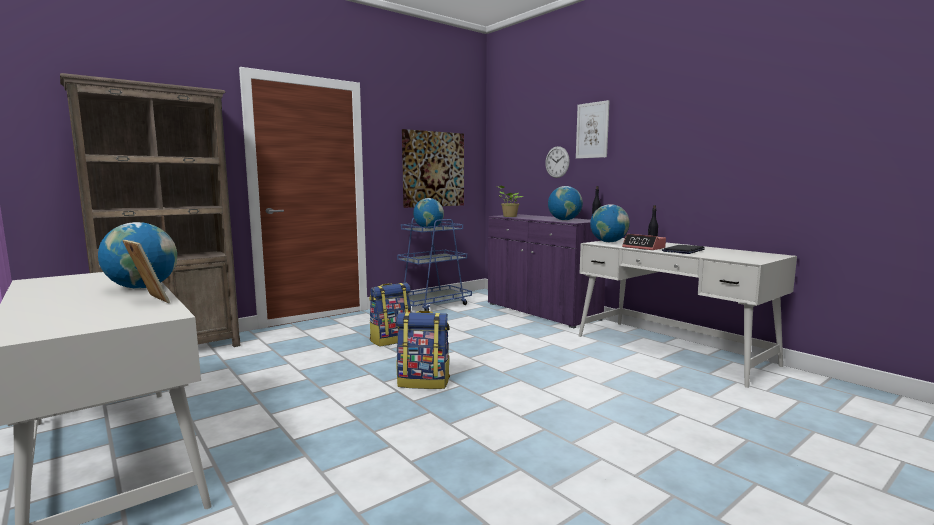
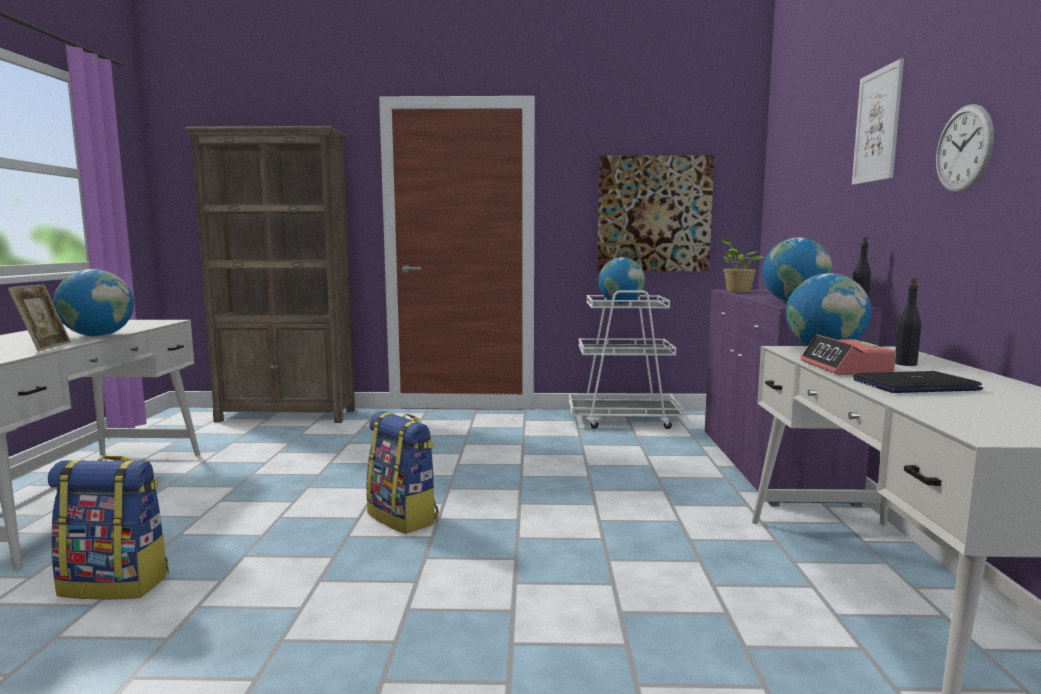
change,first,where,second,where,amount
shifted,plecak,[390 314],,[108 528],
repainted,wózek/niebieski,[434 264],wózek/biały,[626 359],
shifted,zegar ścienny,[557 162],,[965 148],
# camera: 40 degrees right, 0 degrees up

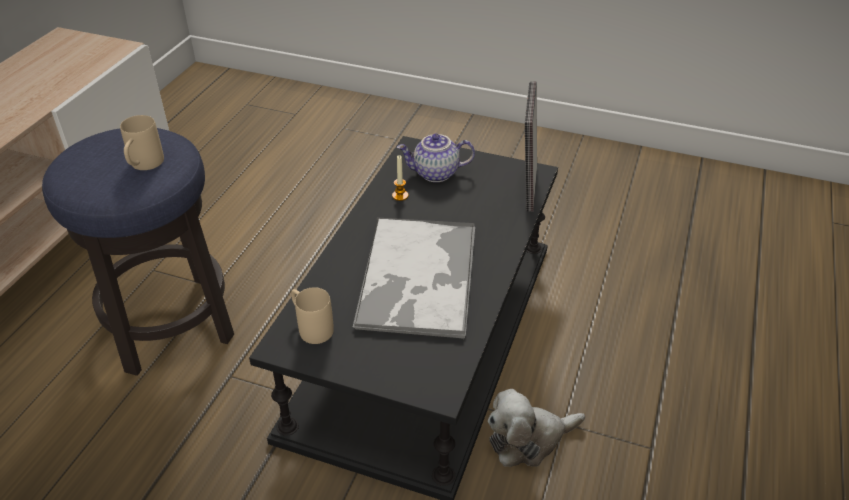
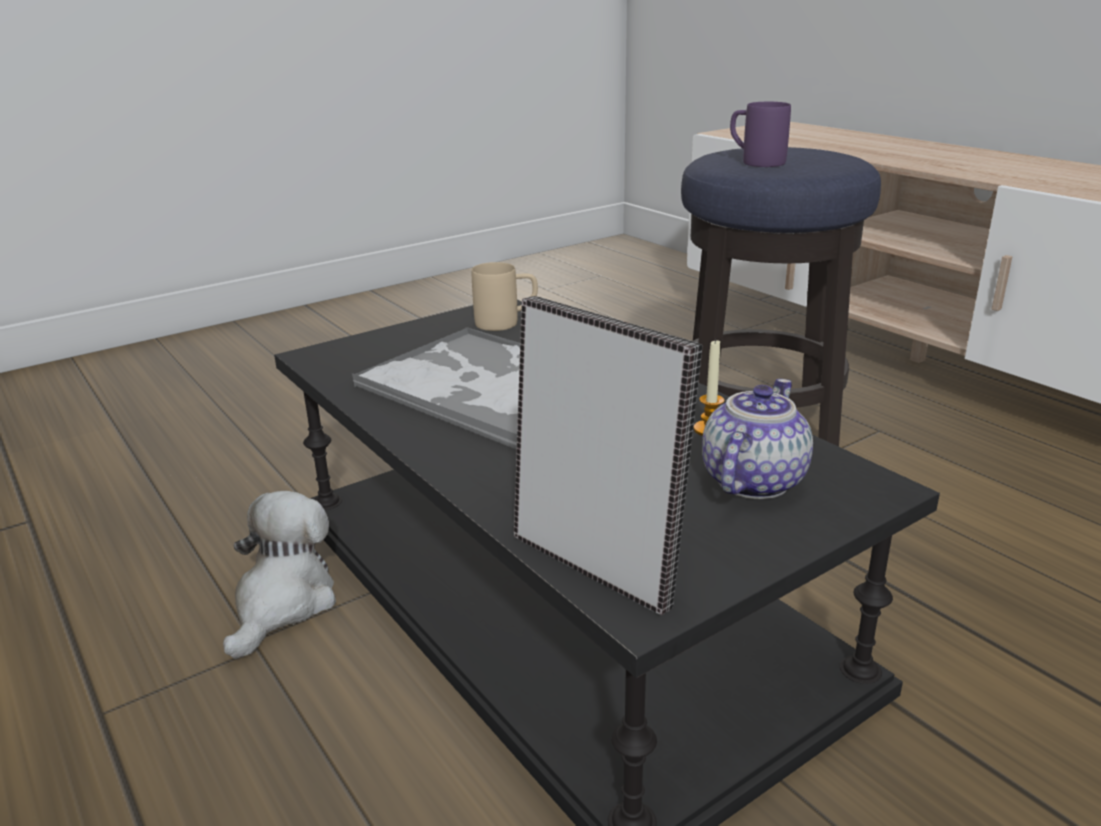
change,first,where,second,where,amount
repainted,kubek/beżowy,[142 142],kubek/fioletowy,[760 134],
# camera: 125 degrees right, 15 degrees down

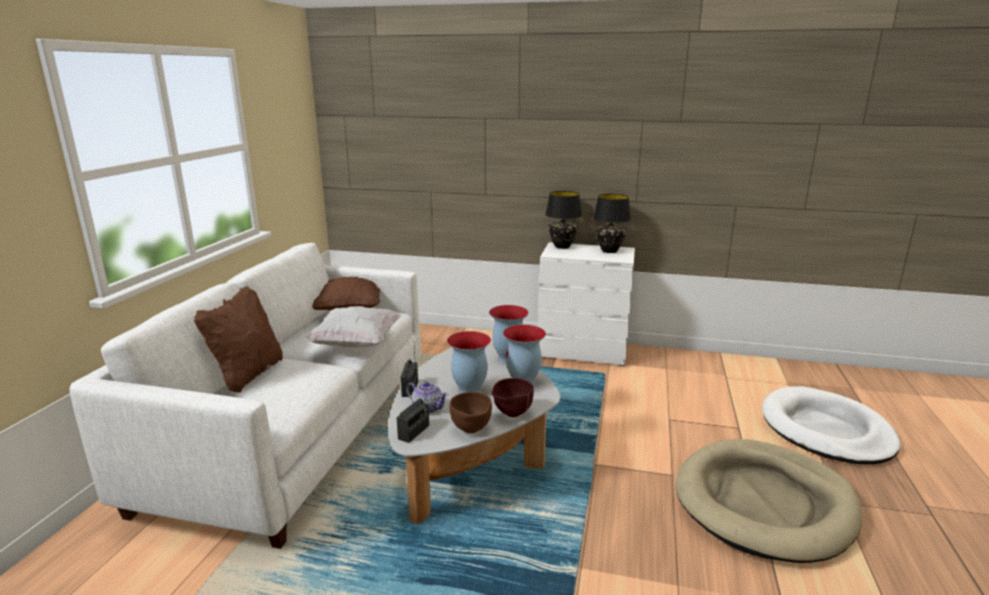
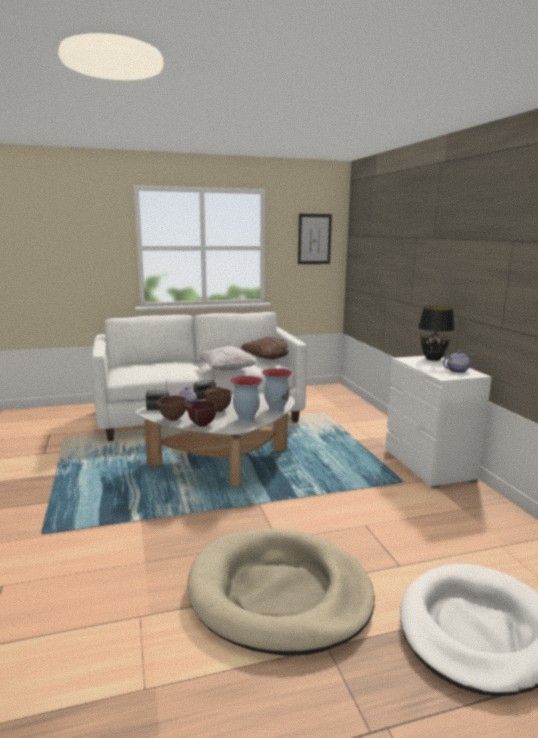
change,first,where,second,where,amount
gone,poduszka/brązowy,[238 340],,,
swapped,wazon,[469 362],miska/brązowy,[218 399],
swapped,lampa stołowa/czarny,[612 223],imbryk,[458 362],
new,,,obraz,[315 239],
# camera: 60 degrees right, 5 degrees down

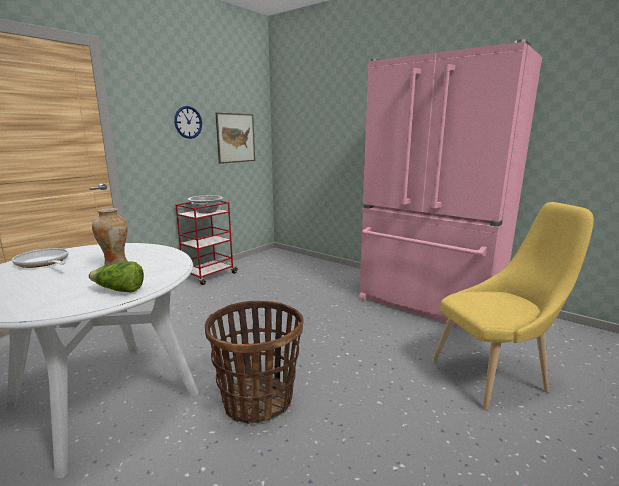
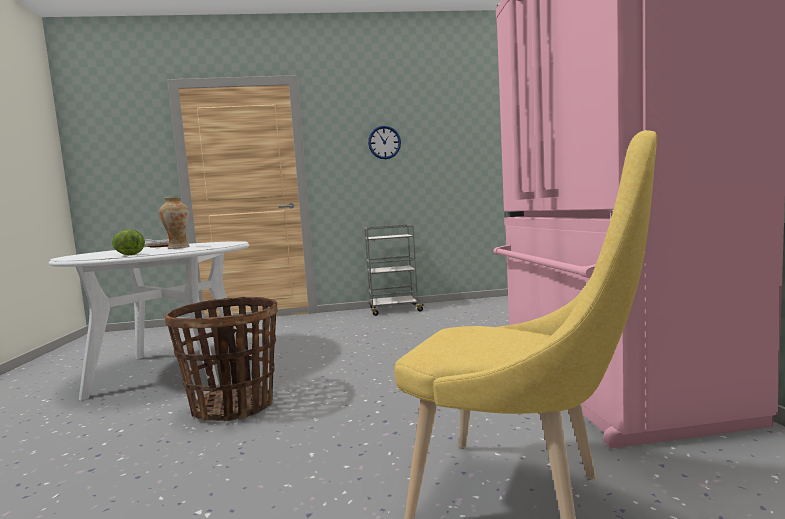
change,first,where,second,where,amount
repainted,wózek/czerwony,[207 243],wózek/szary,[395 270],
gone,garnek,[205 204],,,
gone,obraz,[235 138],,,
# camera: 45 degrees right, 10 degrees down

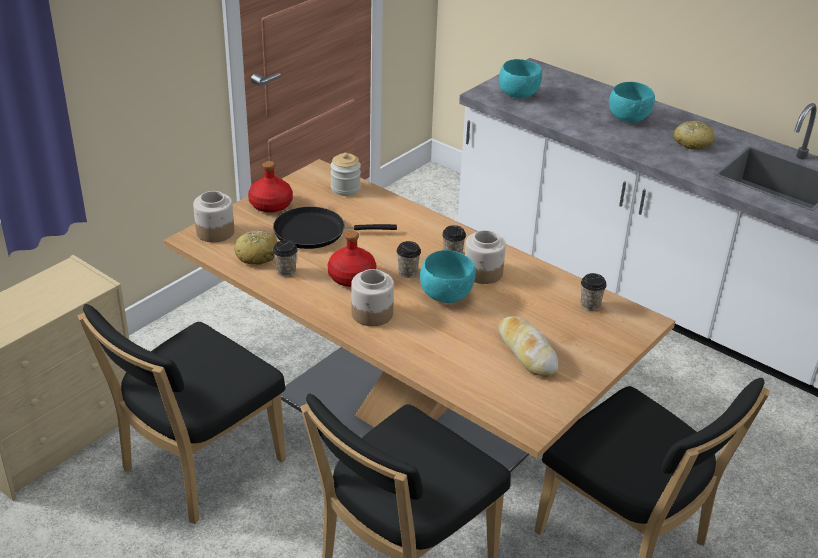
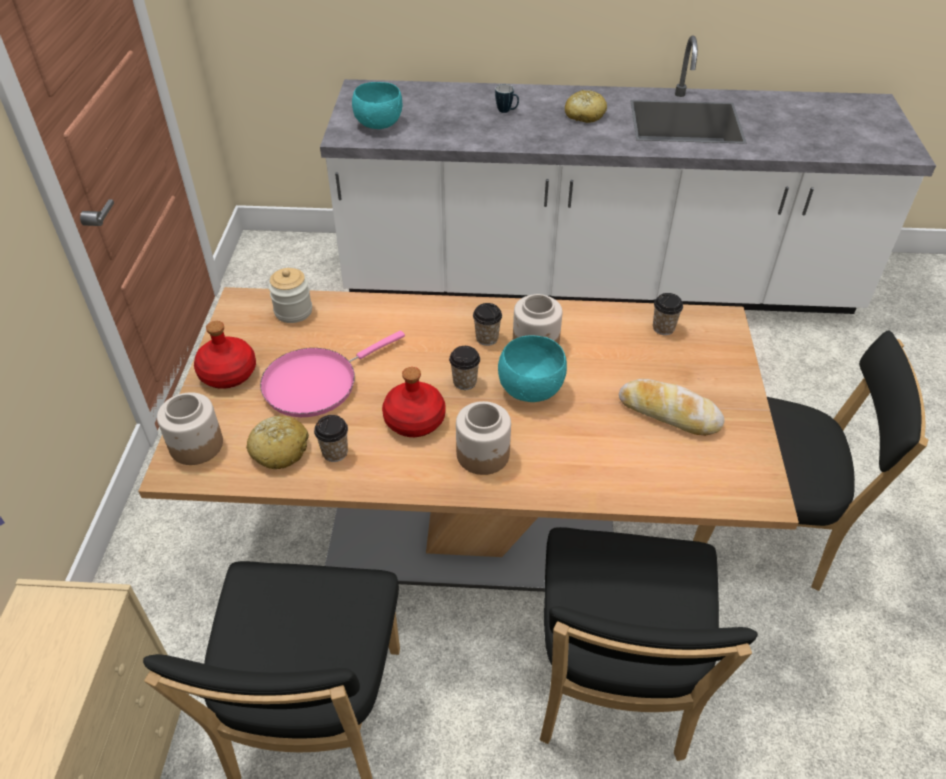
change,first,where,second,where,amount
repainted,patelnia/czarny,[335 228],patelnia/różowy,[332 374],
swapped,miska/turkusowy,[632 102],kubek,[507 98],
# camera: 35 degrees left, 10 degrees up

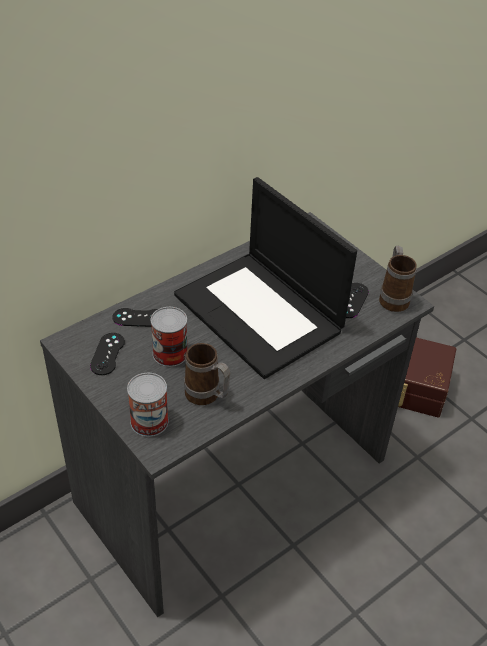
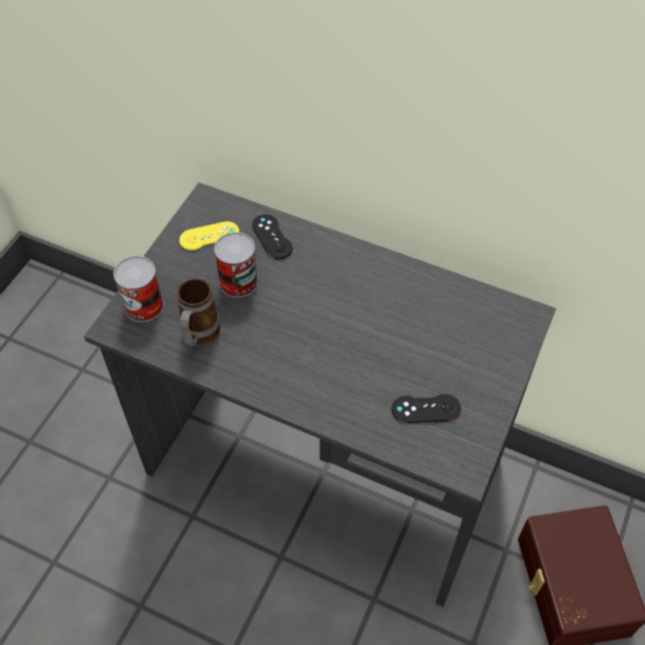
change,first,where,second,where,amount
repainted,pad do gier/czarny,[107 354],pad do gier/żółty,[209 235],
gone,laptop,[265 278],,,
gone,kubek,[398 278],,,
# camera: 65 degrees right, 10 degrees up

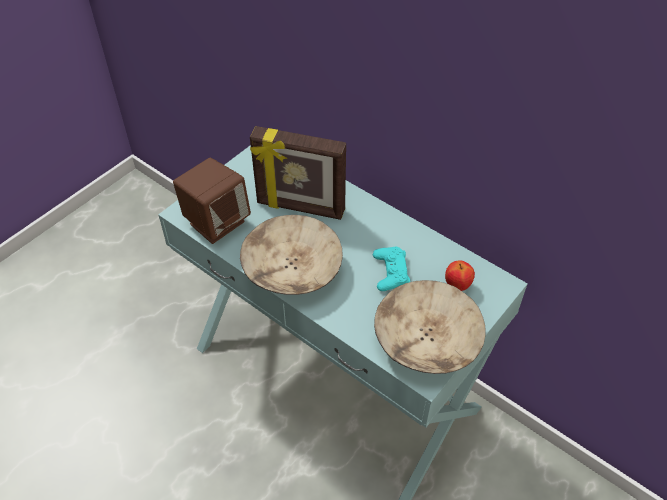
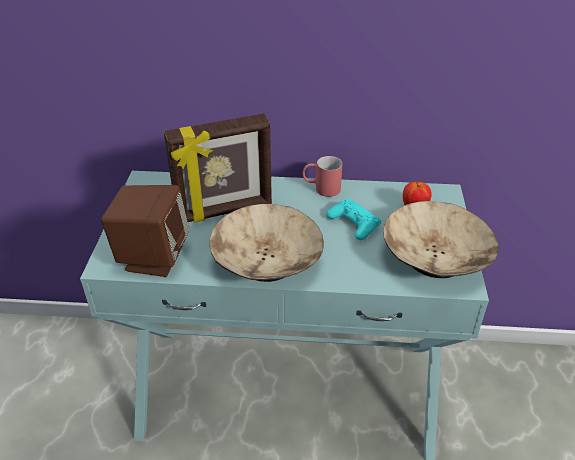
change,first,where,second,where,amount
new,,,kubek/czerwony,[323 176],
# camera: 35 degrees left, 10 degrees down

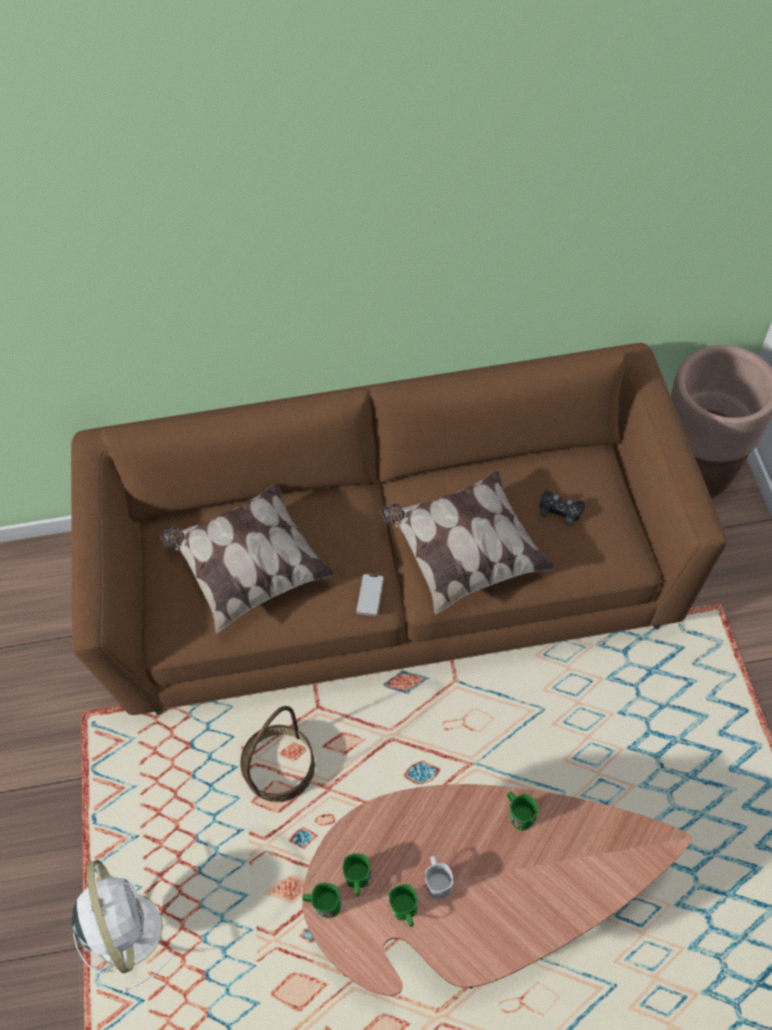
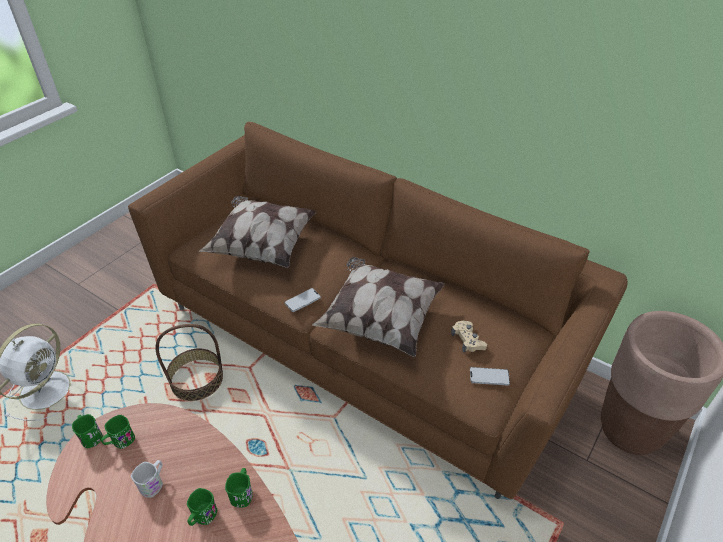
change,first,where,second,where,amount
shifted,kubek/zielony,[403 905],,[202 507],
repainted,pad do gier/czarny,[562 508],pad do gier/beżowy,[469 337],
new,,,telefon,[490 376],
# camera: 40 degrees right, 15 degrees down

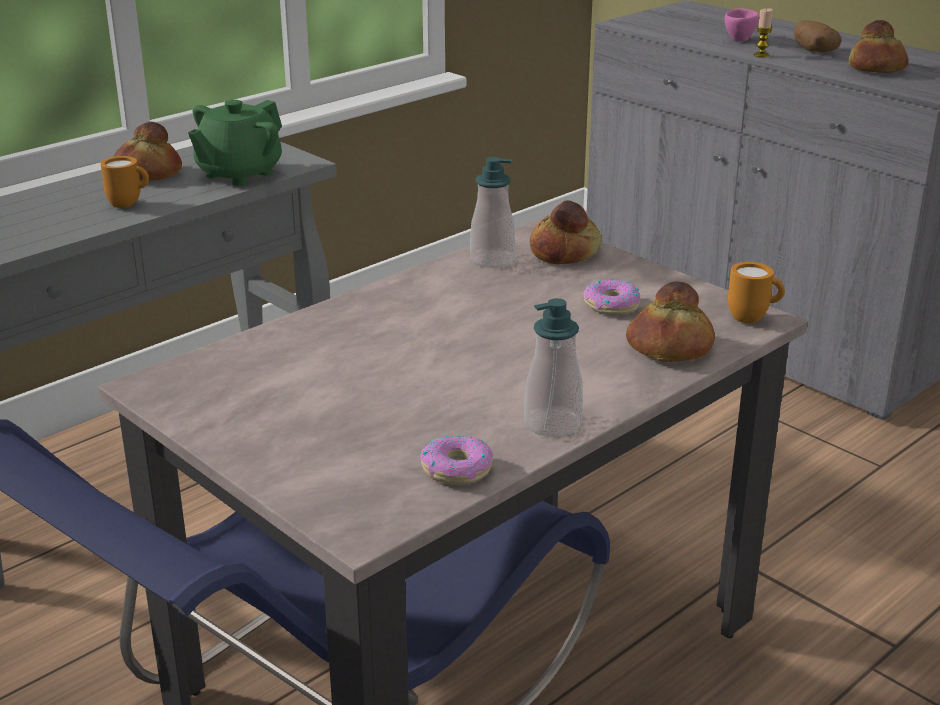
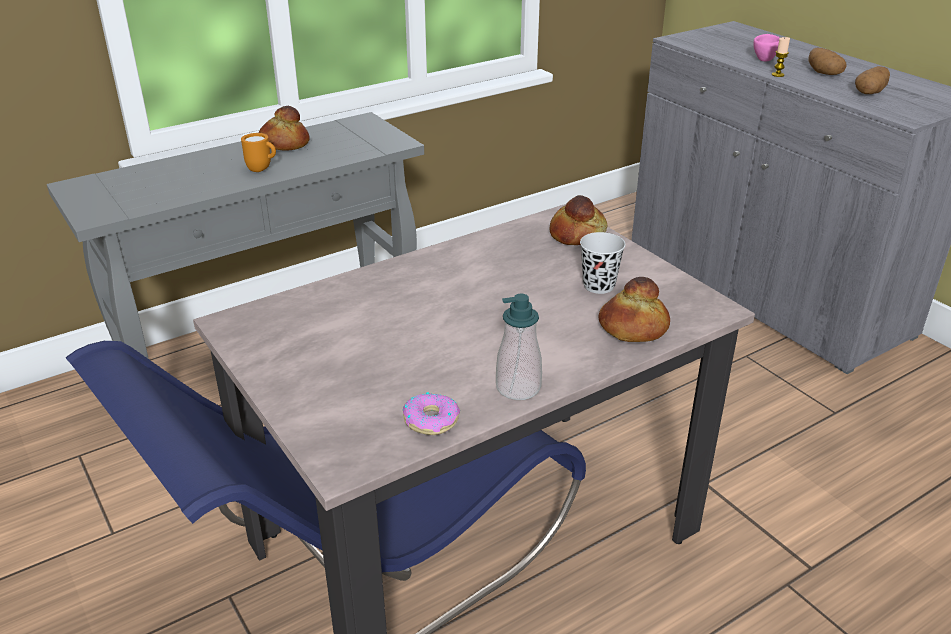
change,first,where,second,where,amount
gone,imbryk/zielony,[235 143],,,
gone,dozownik mydła,[492 212],,,
swapped,donut,[611 297],filiżanka/czarny,[603 263],
gone,kubek/pomarańczowy,[756 292],,,
swapped,chleb,[879 46],ziemniak,[872 80],
# camera: 10 degrees right, 5 degrees up

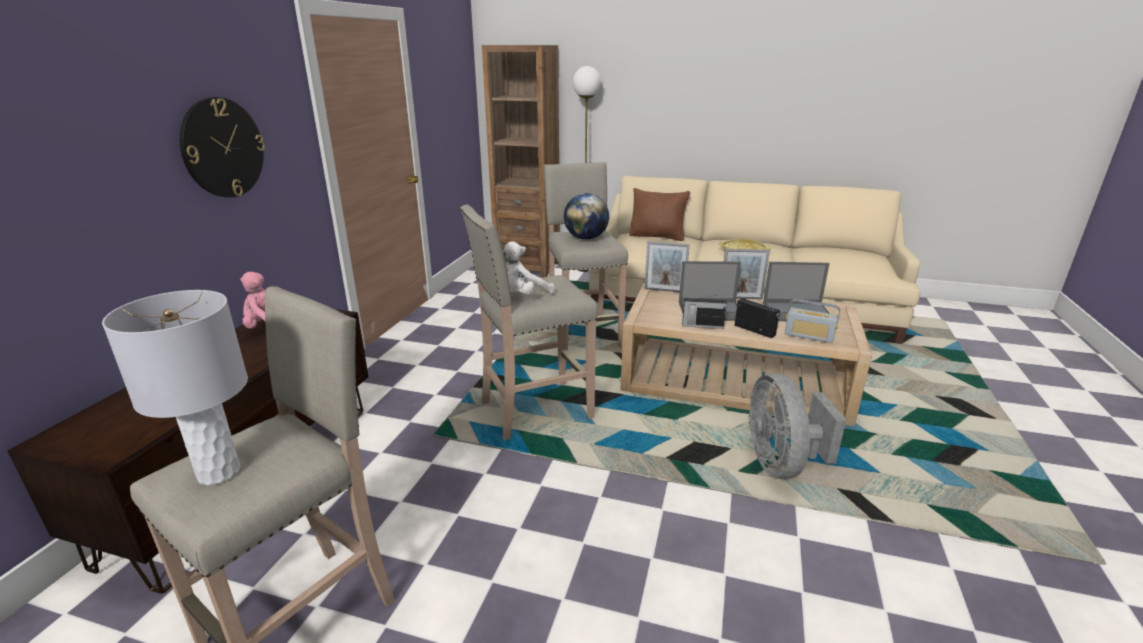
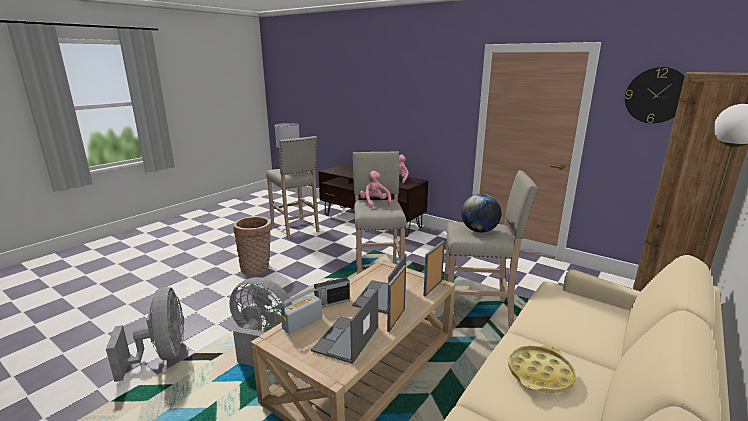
change,first,where,second,where,amount
shifted,zegar ścienny,[222 147],,[655 95],
repainted,pluszak/biały,[529 268],pluszak/różowy,[375 189],
gone,poduszka/brązowy,[659 214],,,
gone,radio,[704 311],,,
new,,,wentylator/szary,[145 334],
new,,,koszyk,[252 245],
# camera: 110 degrees right, 5 degrees down

